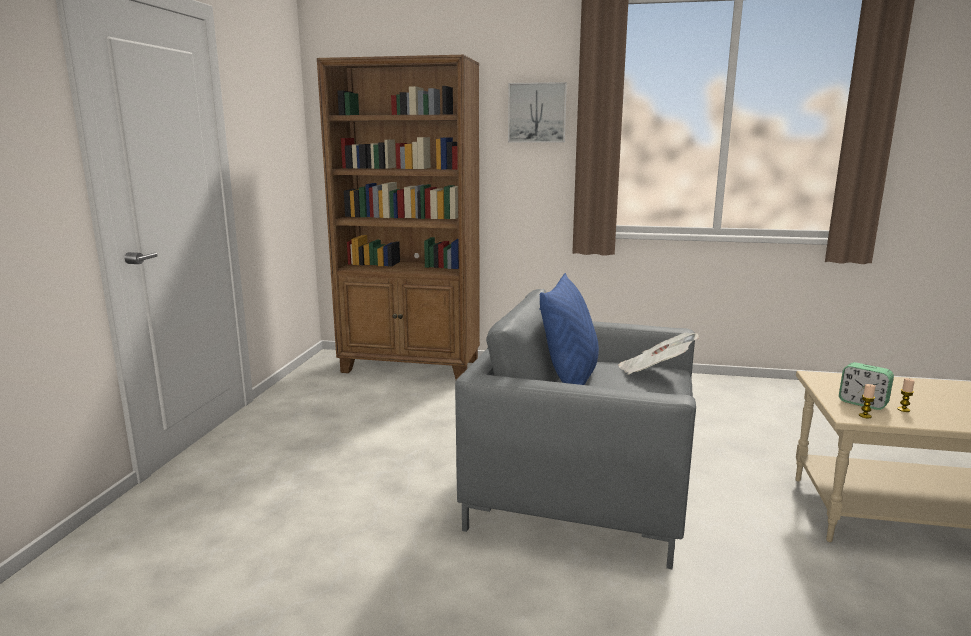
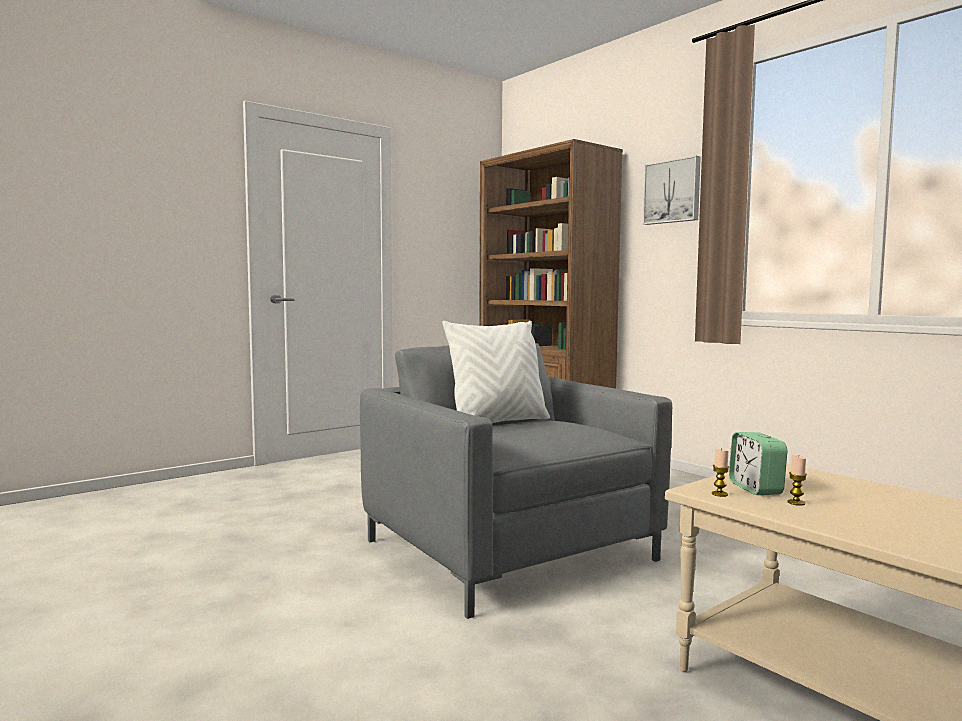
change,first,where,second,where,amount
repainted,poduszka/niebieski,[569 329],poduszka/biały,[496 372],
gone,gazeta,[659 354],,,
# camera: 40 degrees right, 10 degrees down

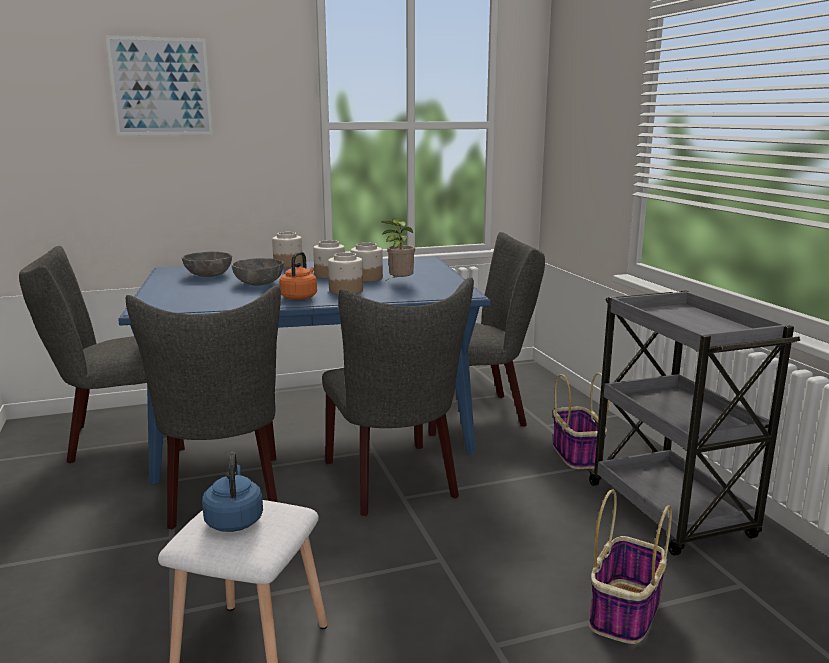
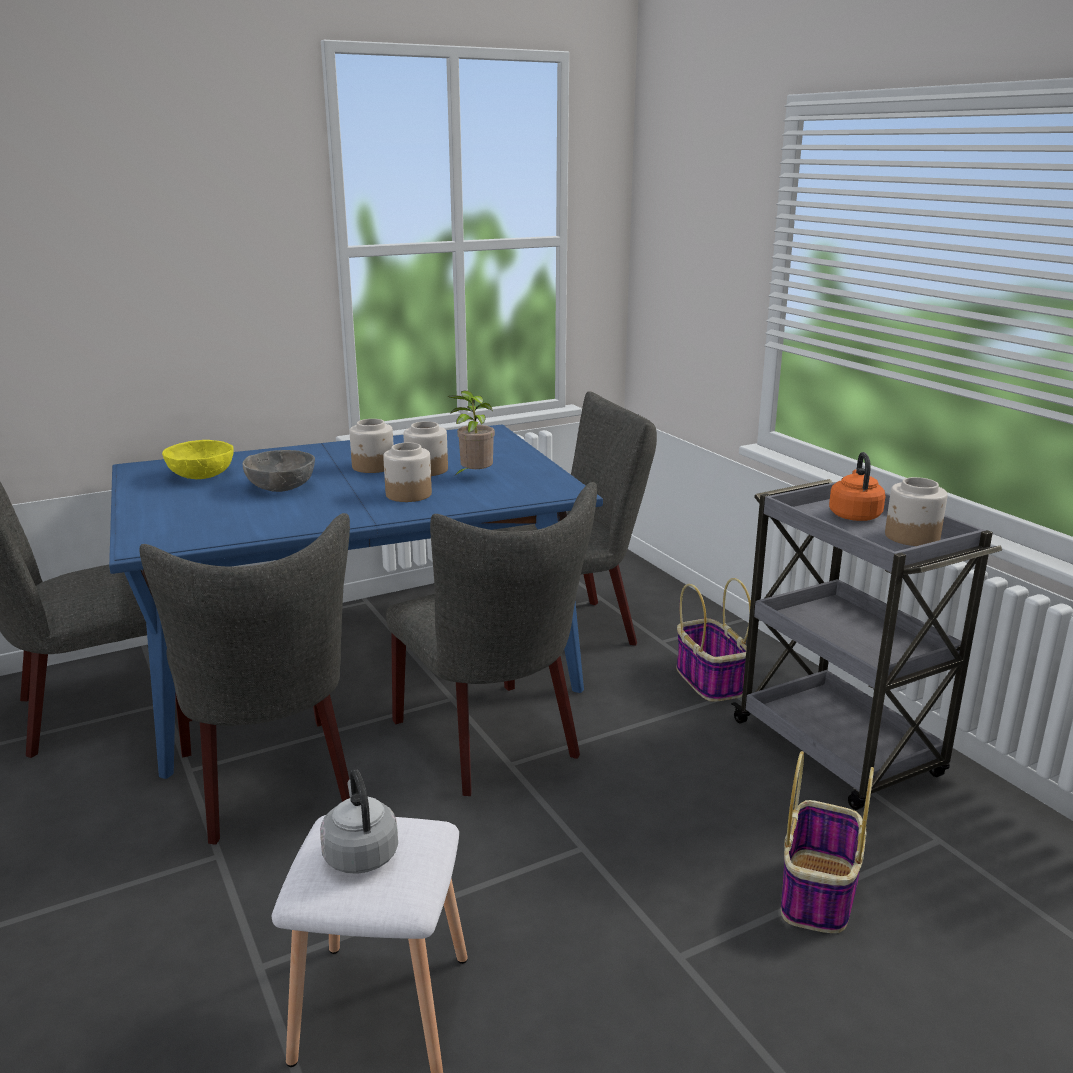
change,first,where,second,where,amount
gone,obraz,[159 85],,,
repainted,miska/szary,[207 264],miska/żółty,[198 459],
repainted,czajnik/niebieski,[232 492],czajnik/szary,[359 821],
shifted,słoik,[287 249],,[916 511],
shifted,czajnik/pomarańczowy,[298 276],,[857 486],
# camera: 10 degrees left, 5 degrees up

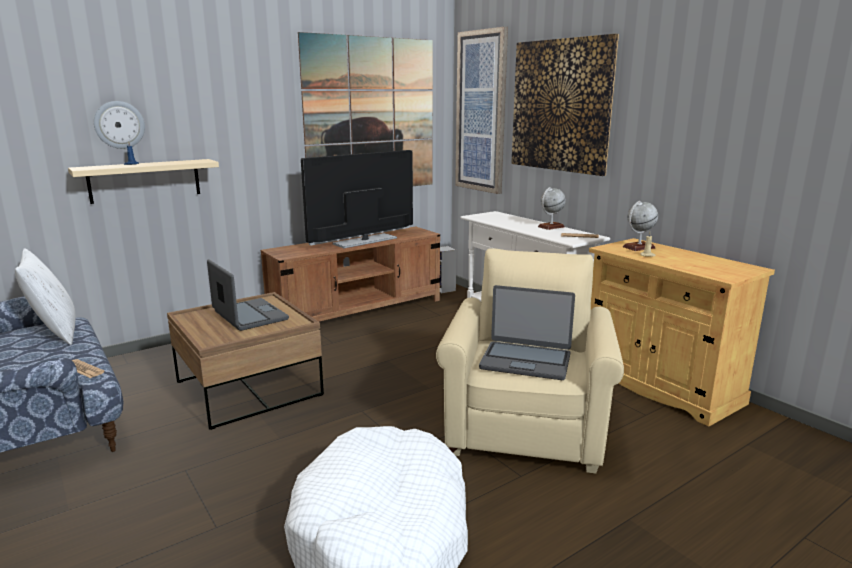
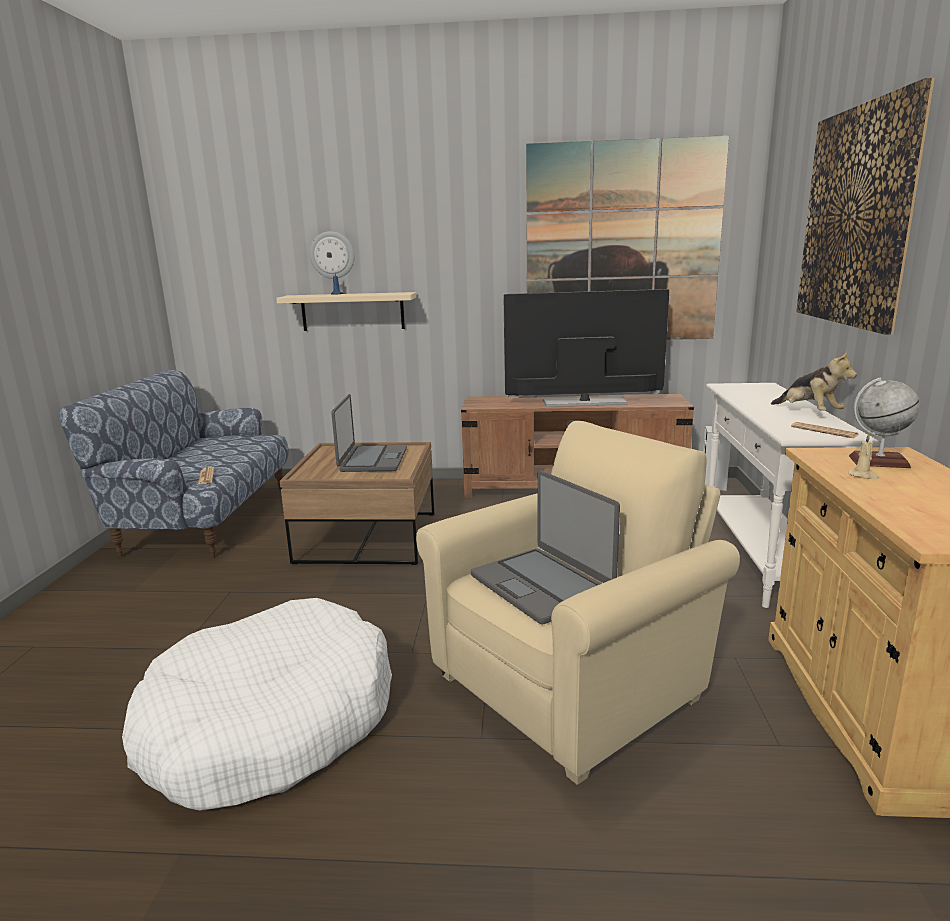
change,first,where,second,where,amount
gone,poduszka/biały,[45 296],,,
gone,obraz,[481 110],,,
swapped,globus,[552 208],pluszak,[814 381],
# camera: 40 degrees right, 0 degrees up

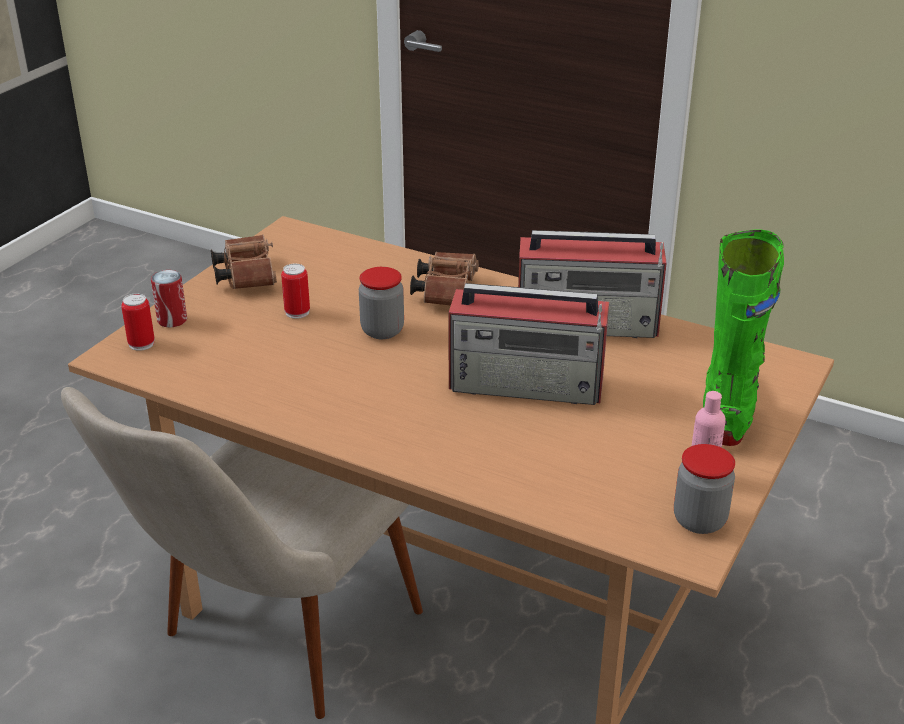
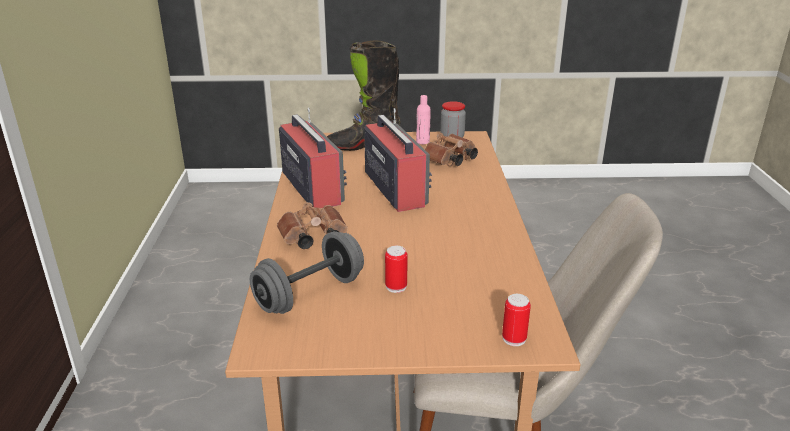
change,first,where,second,where,amount
gone,puszka,[169 298],,,
shifted,lornetka/brązowy,[244 261],,[451 149],
gone,słoik,[381 303],,,
repainted,but z cholewką/zielony,[743 338],but z cholewką/czarny,[364 95],
new,,,hantel/szary,[307 272],
# camera: 120 degrees left, 5 degrees down

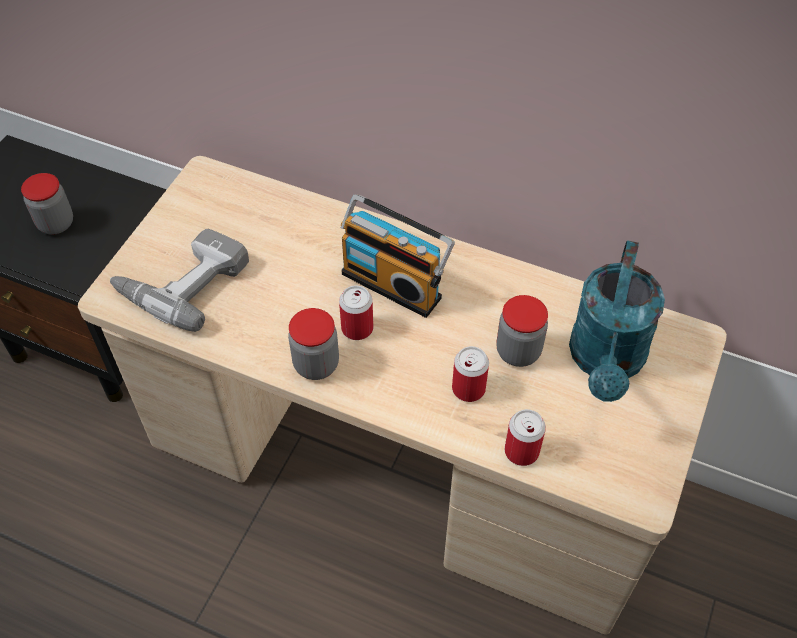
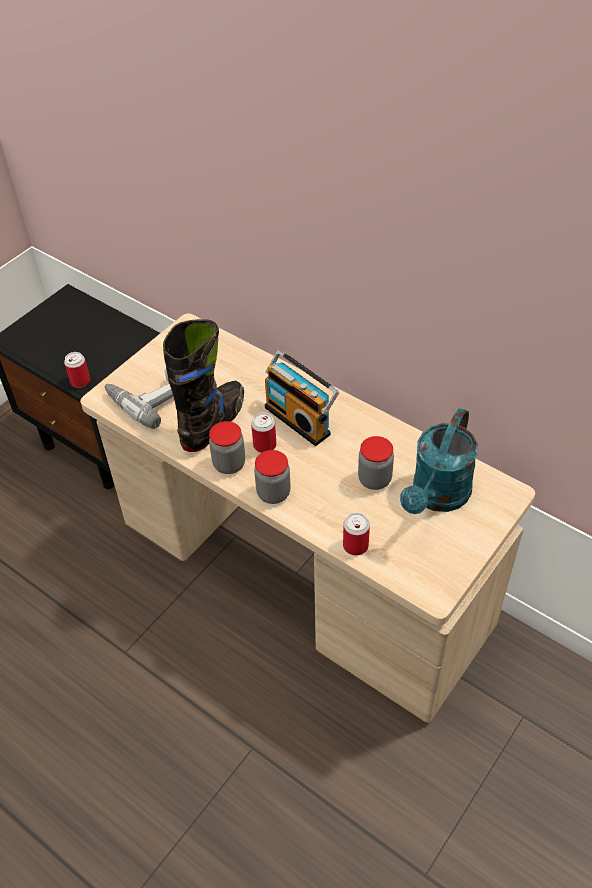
change,first,where,second,where,amount
shifted,słoik,[47 203],,[272 477],
shifted,puszka,[470 374],,[77 370],
new,,,but z cholewką/czarny,[203 385],
# camera: 15 degrees right, 5 degrees down

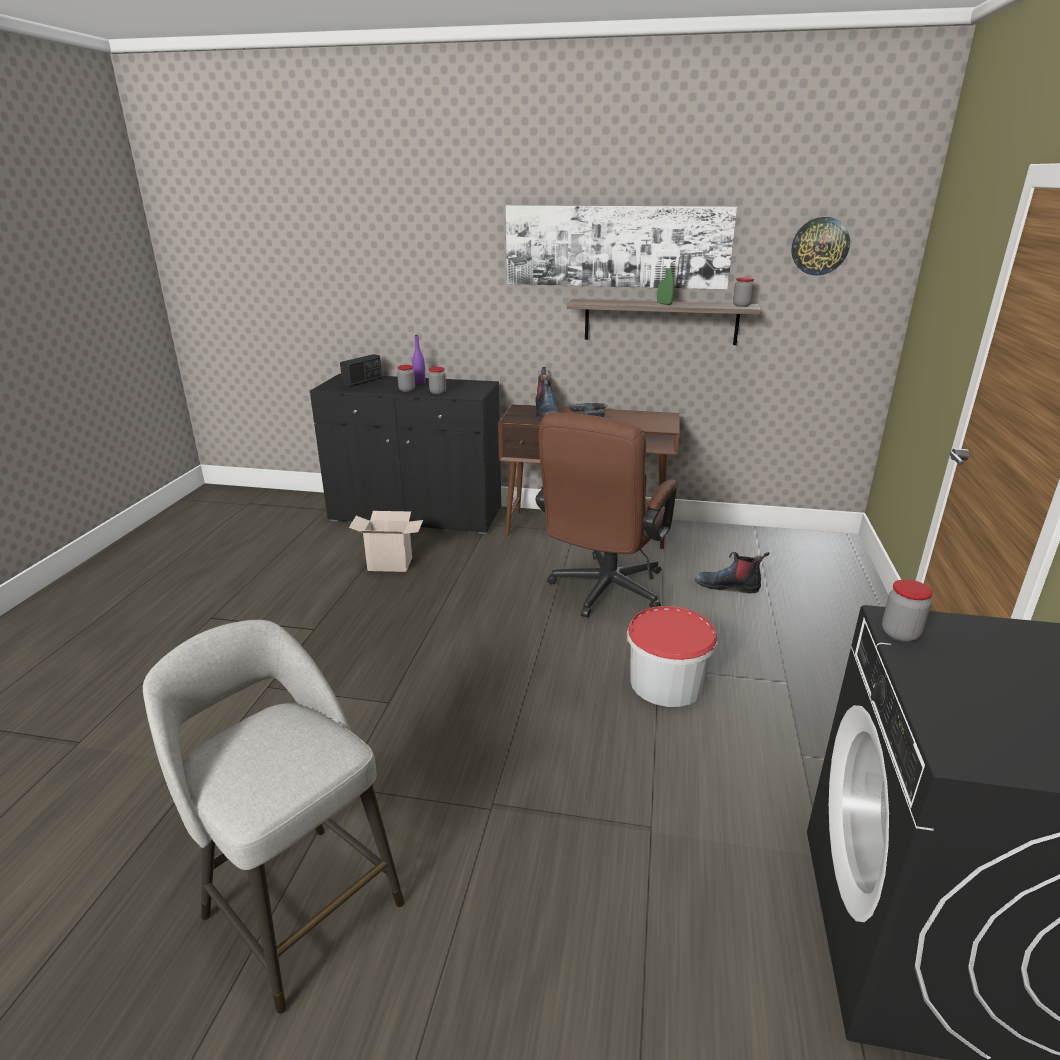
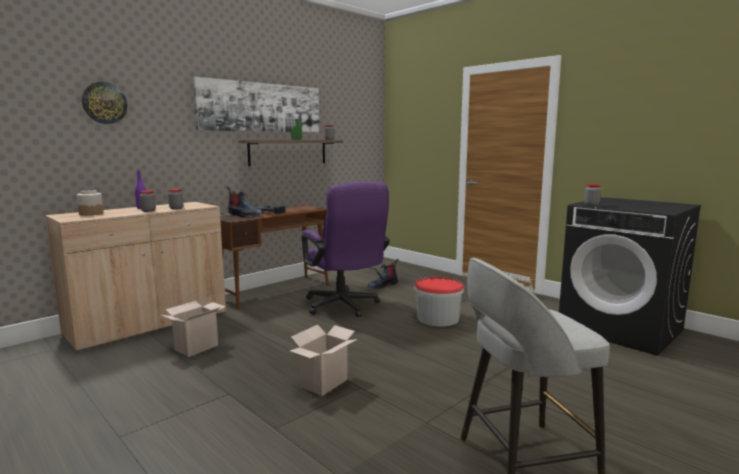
change,first,where,second,where,amount
repainted,szafka/czarny,[405 454],szafka/beżowy,[135 277],
swapped,radio,[361 370],słoik,[90 203],
repainted,krzesło biurowe/brązowy,[606 515],krzesło biurowe/fioletowy,[346 249],
shifted,zegar ścienny,[820 246],,[104 103],
new,,,karton,[323 360],
# camera: 55 degrees left, 15 degrees down

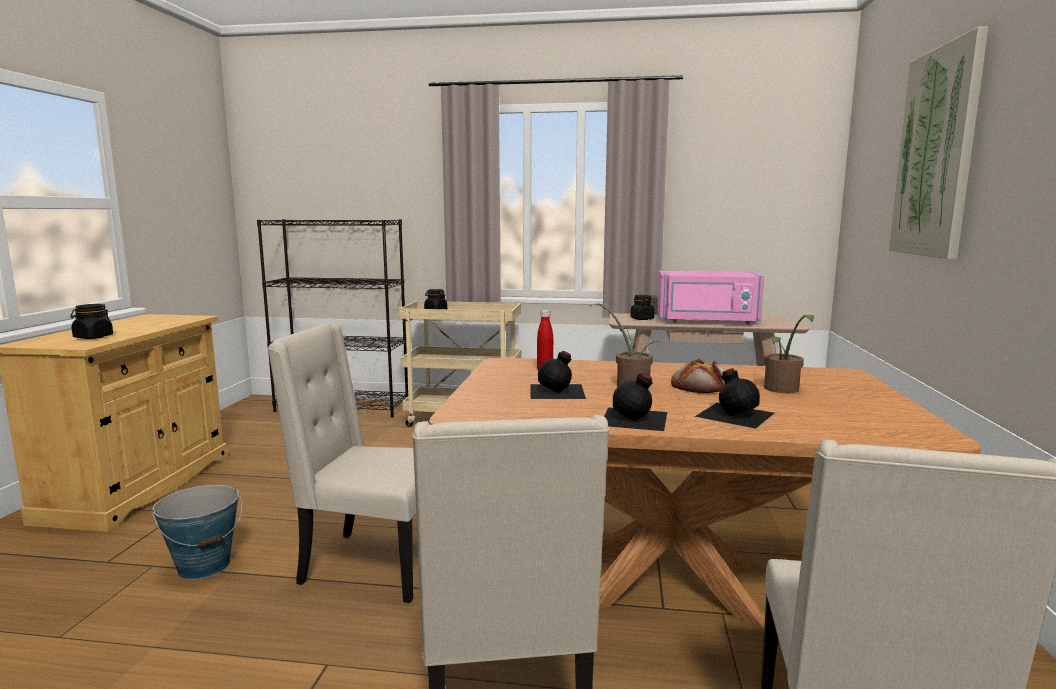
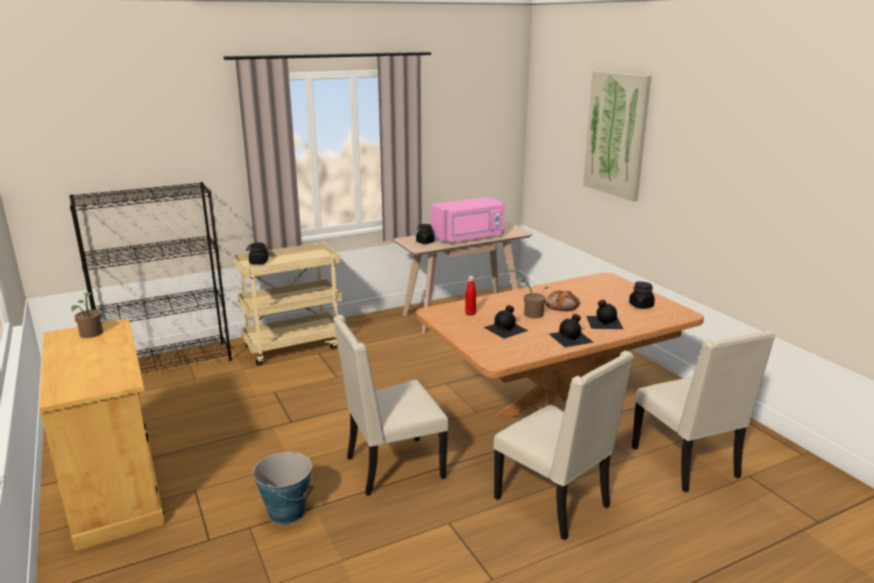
change,first,where,second,where,amount
shifted,słoik/czarny,[91 321],,[642 295],
shifted,roślina doniczkowa,[789 354],,[87 315],
# camera: 35 degrees left, 10 degrees up

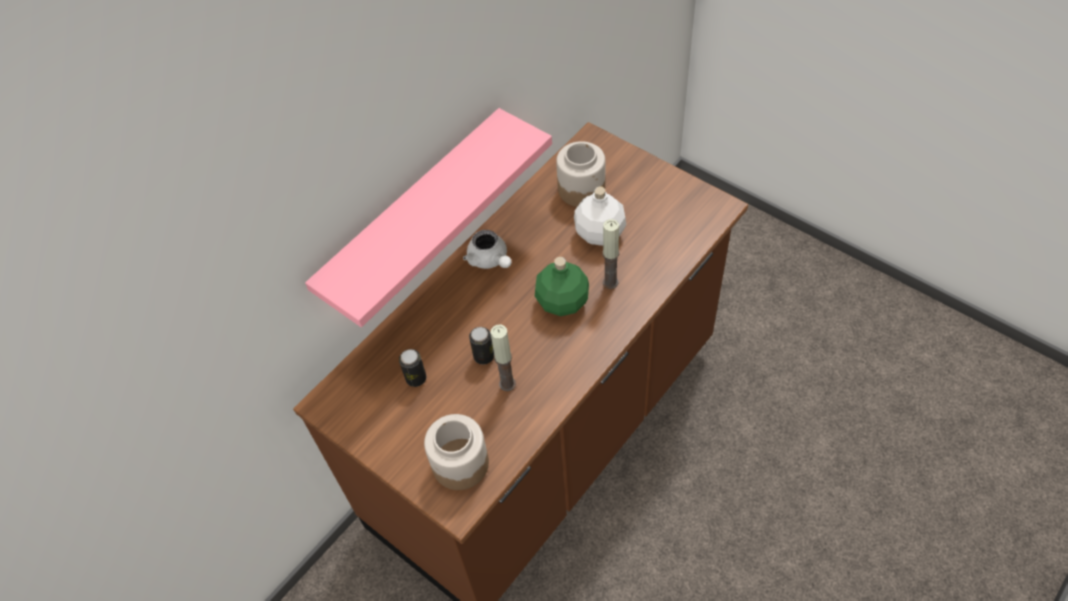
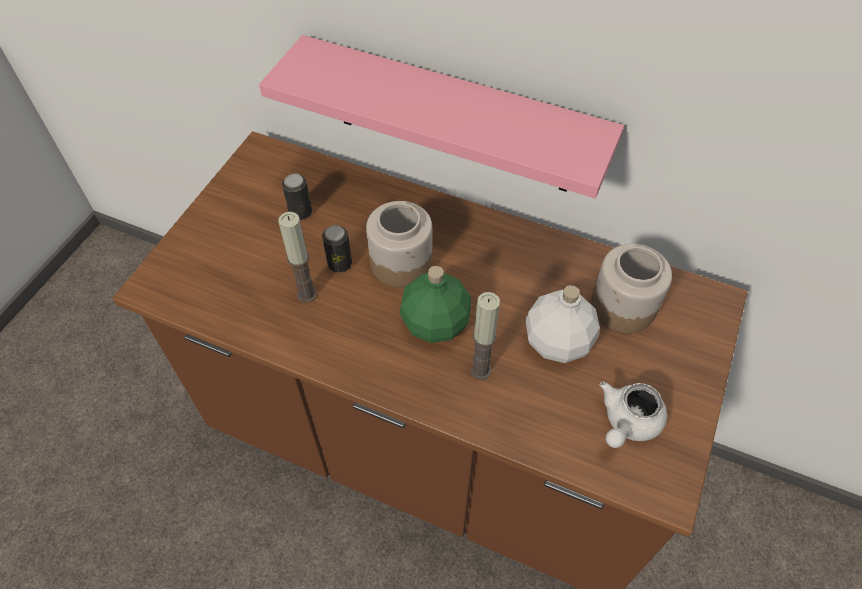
change,first,where,second,where,amount
shifted,słoik,[456 452],,[399 244],
shifted,imbryk/biały,[487 249],,[633 414],
# camera: 70 degrees right, 0 degrees up

